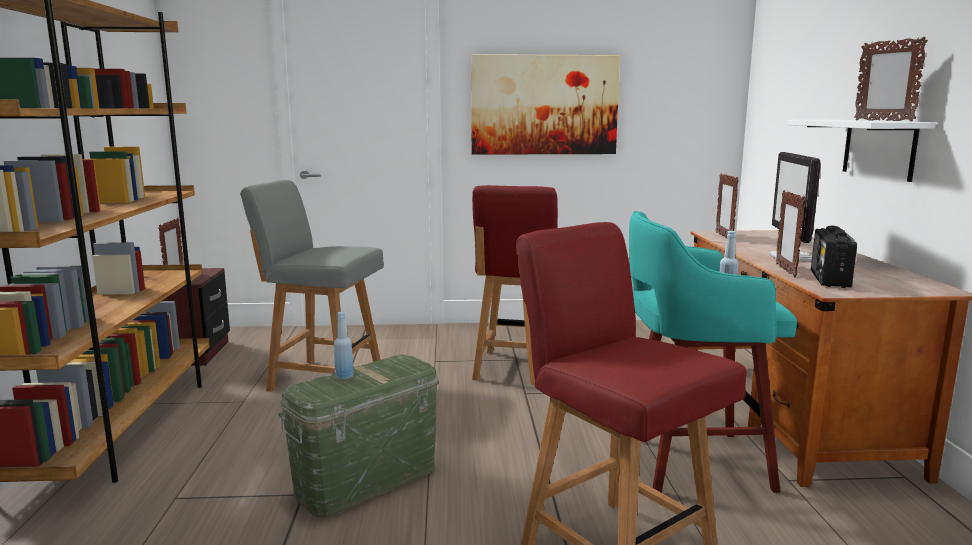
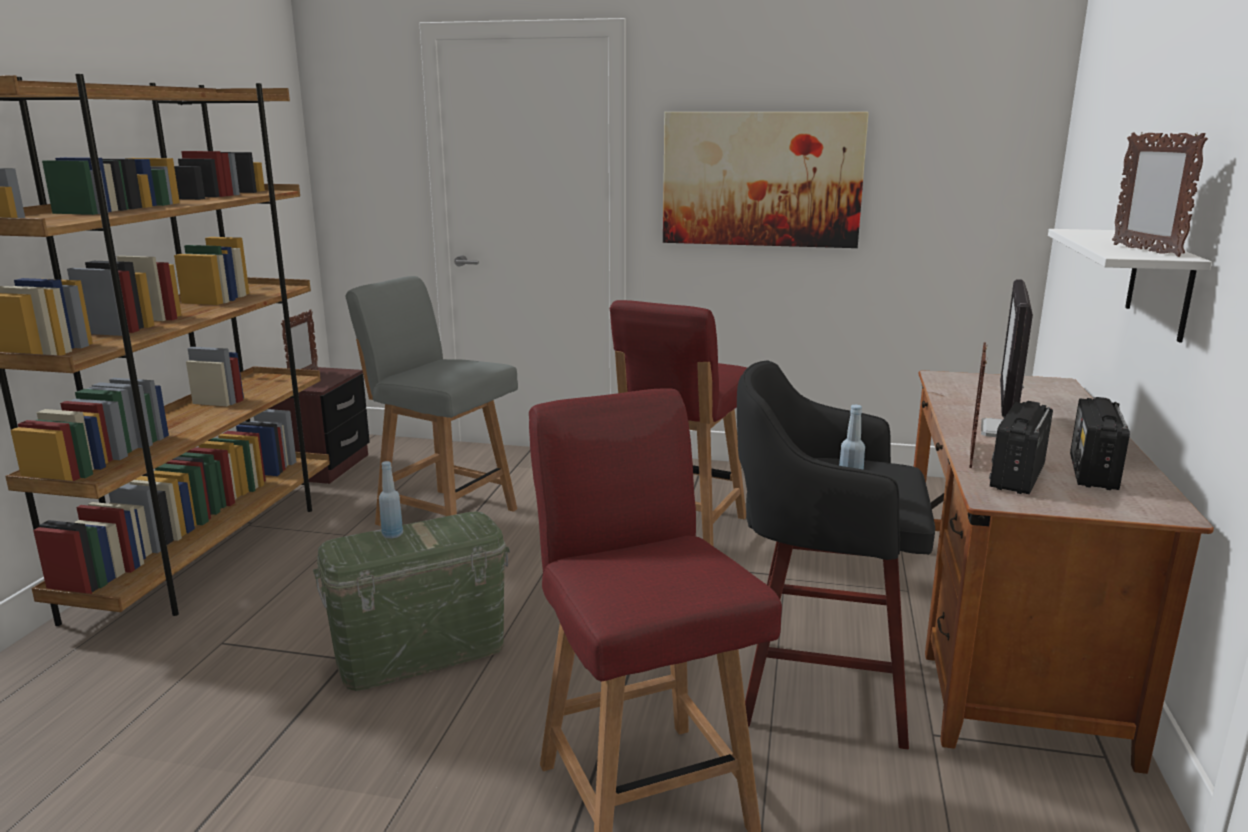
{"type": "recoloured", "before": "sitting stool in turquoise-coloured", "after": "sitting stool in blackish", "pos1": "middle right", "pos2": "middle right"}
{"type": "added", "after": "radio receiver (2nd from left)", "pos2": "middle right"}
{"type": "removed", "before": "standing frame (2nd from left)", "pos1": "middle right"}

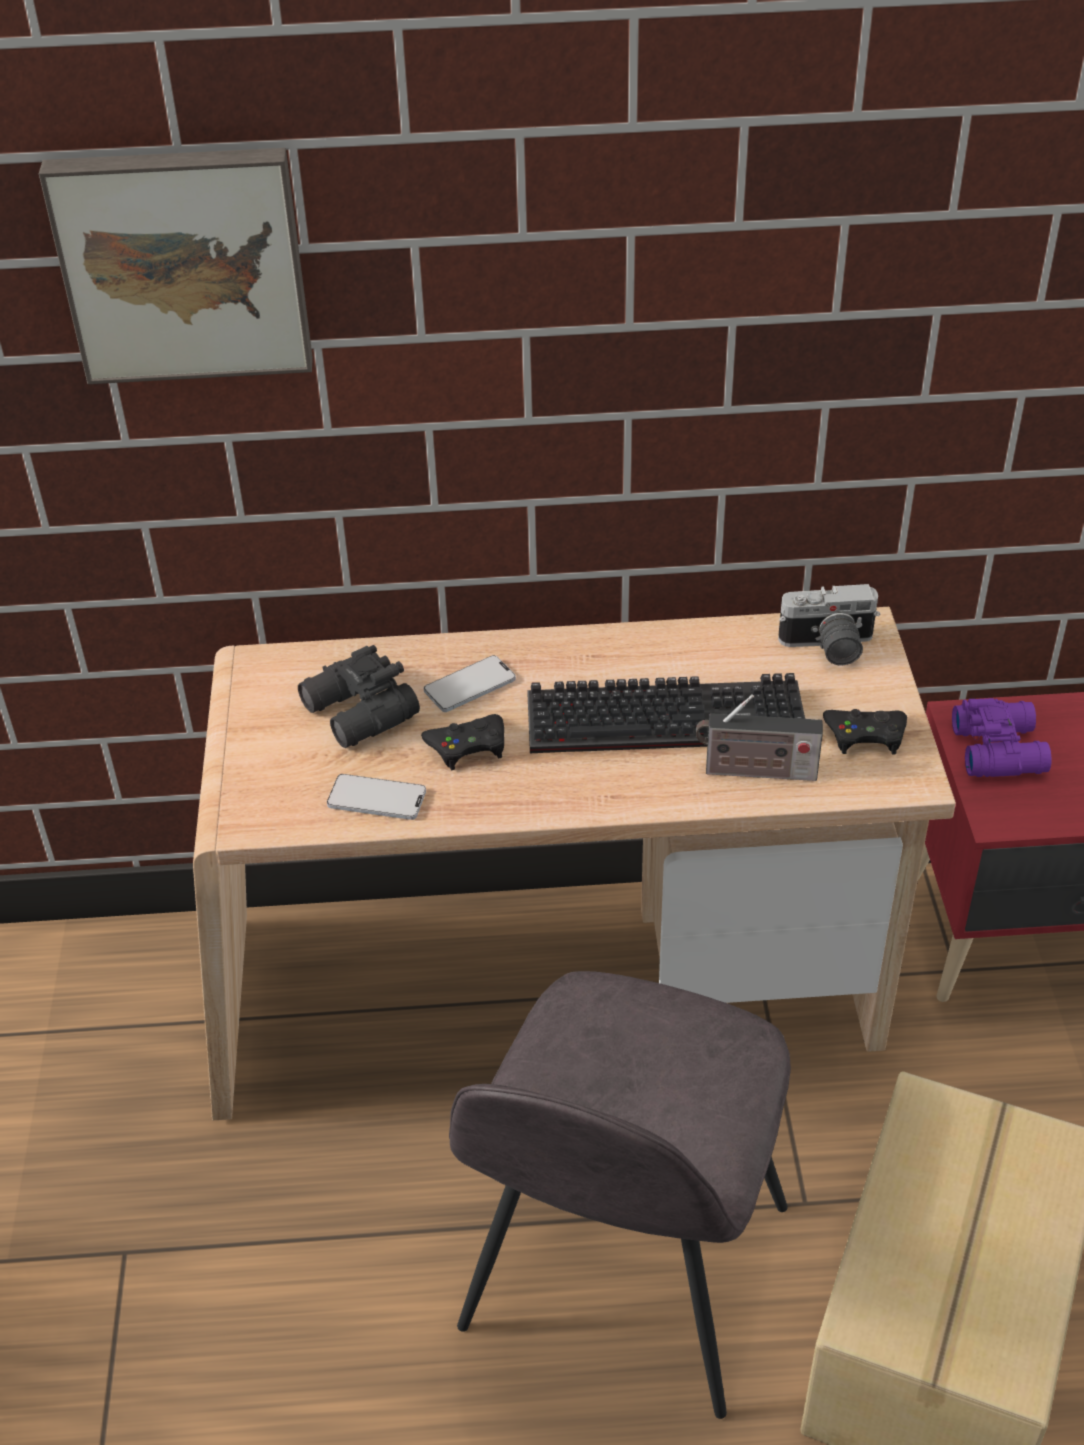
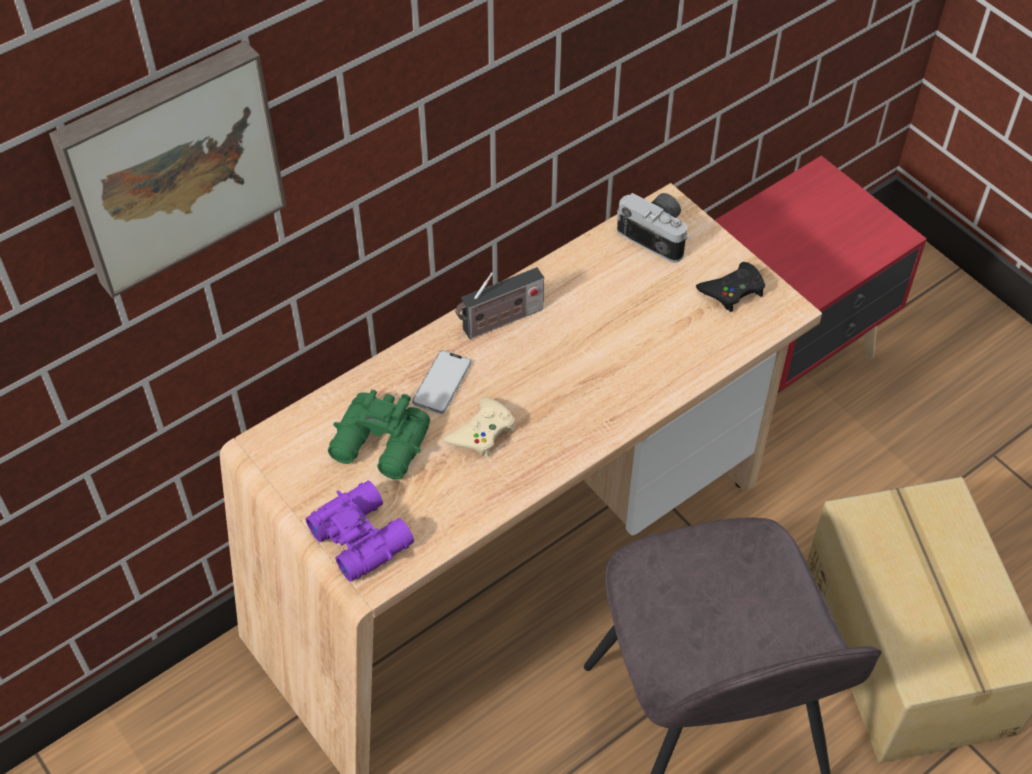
{"type": "moved", "before": "pair of binoculars in purplish", "pos1": "middle right", "pos2": "bottom centre"}
{"type": "recoloured", "before": "pair of binoculars in blackish", "after": "pair of binoculars in green-coloured", "pos1": "middle left", "pos2": "centre"}
{"type": "recoloured", "before": "joypad in blackish (1st from left)", "after": "joypad in beige", "pos1": "centre", "pos2": "centre"}
{"type": "moved", "before": "radio receiver", "pos1": "middle right", "pos2": "centre"}
{"type": "turned", "before": "photo camera", "pos1": "middle right", "pos2": "top centre", "turn": -105}
{"type": "removed", "before": "phone (1st from left)", "pos1": "centre"}
{"type": "removed", "before": "keyboard", "pos1": "centre"}

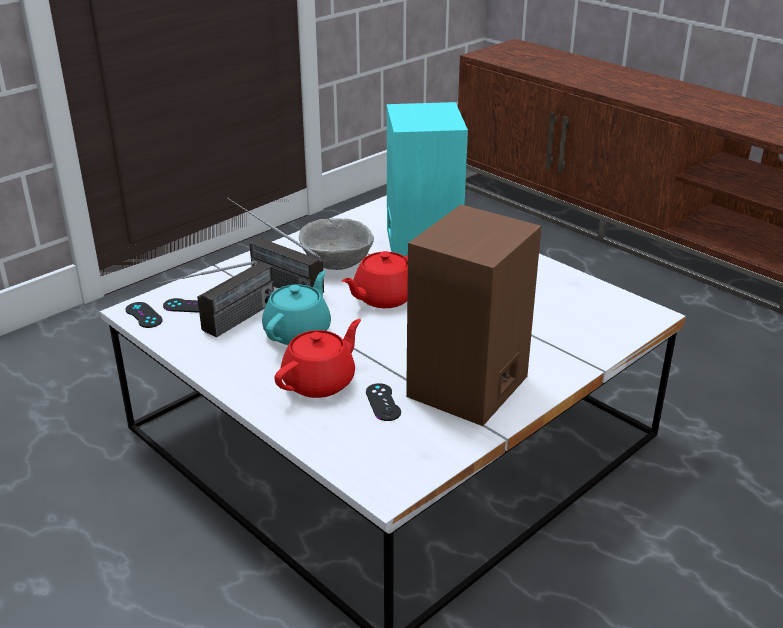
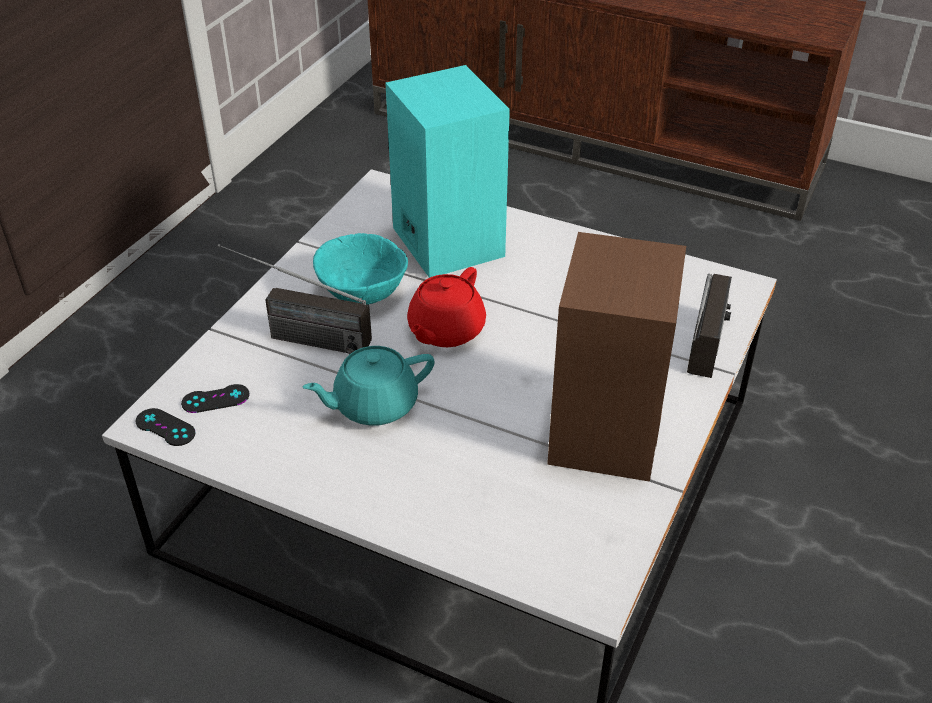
{"type": "turned", "before": "teapot in turquoise-coloured", "pos1": "centre", "pos2": "centre", "turn": -120}
{"type": "recoloured", "before": "deep dish in gray", "after": "deep dish in turquoise-coloured", "pos1": "centre", "pos2": "centre"}
{"type": "moved", "before": "radio receiver (1st from left in the first image)", "after": "radio receiver (2nd from left)", "pos1": "middle left", "pos2": "middle right"}
{"type": "removed", "before": "teapot in red-coloured (1st from left)", "pos1": "centre"}
{"type": "removed", "before": "joypad in blackish (3rd from left)", "pos1": "centre"}

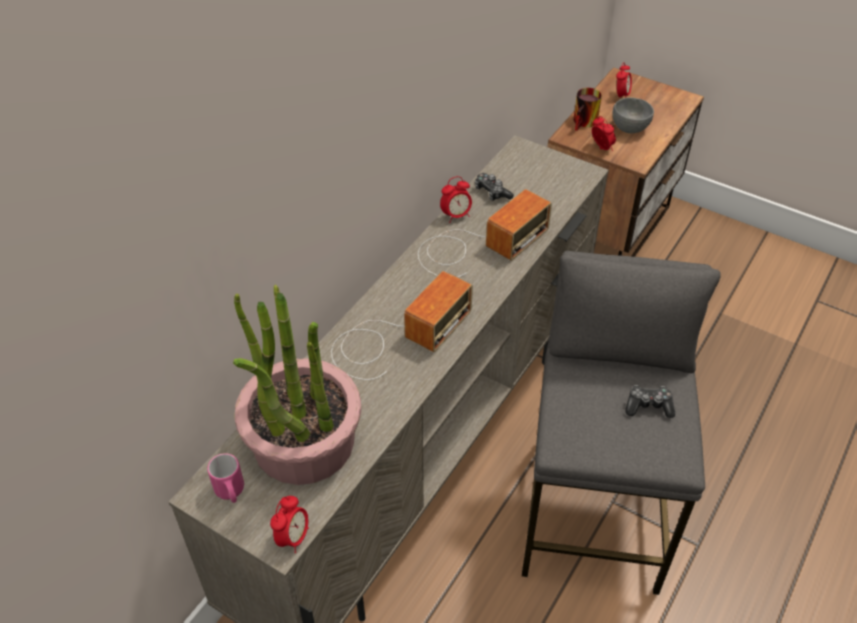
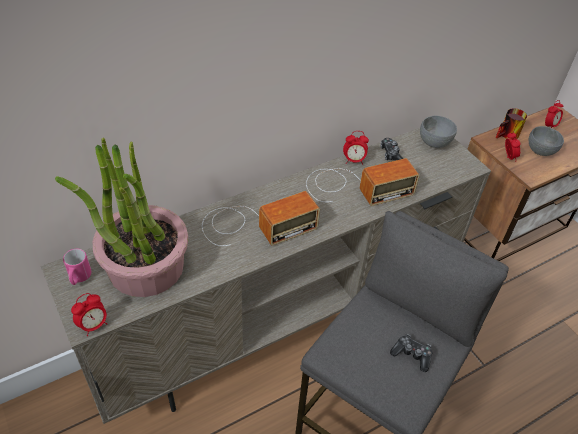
{"type": "added", "after": "deep dish in gray (1st from left)", "pos2": "top right"}

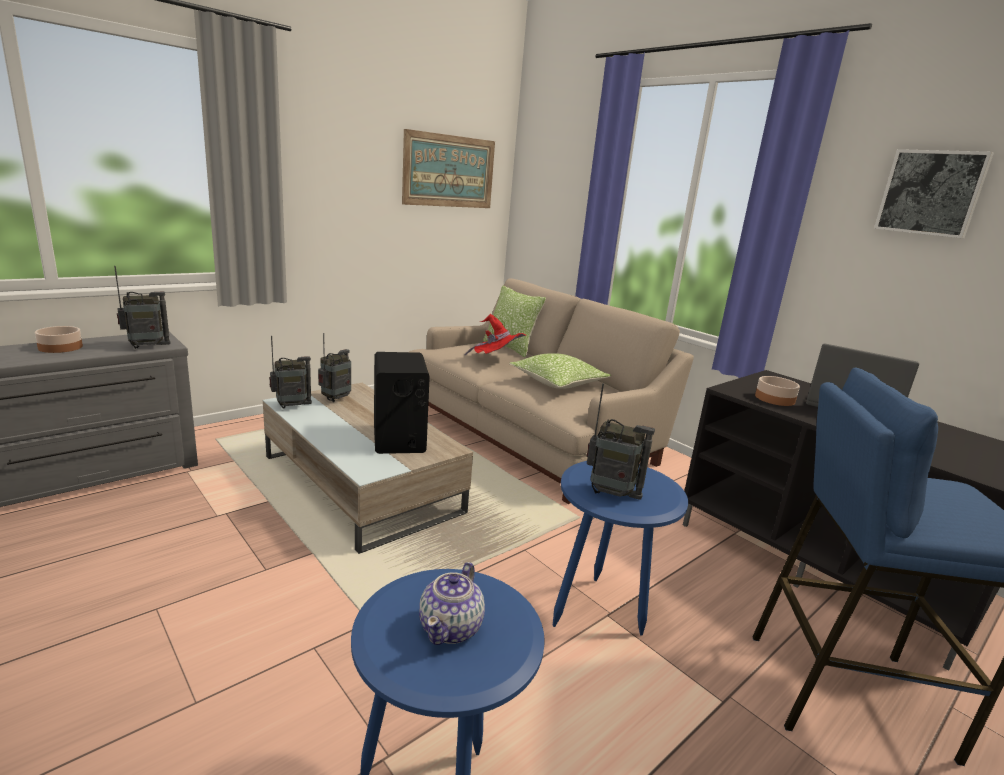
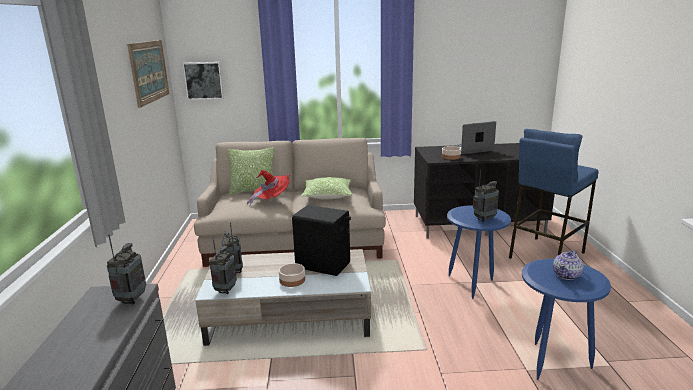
{"type": "moved", "before": "wall picture (2nd from left)", "pos1": "top right", "pos2": "top left"}
{"type": "moved", "before": "deep dish (1st from left)", "pos1": "middle left", "pos2": "bottom centre"}
{"type": "turned", "before": "teapot", "pos1": "bottom centre", "pos2": "bottom right", "turn": 75}

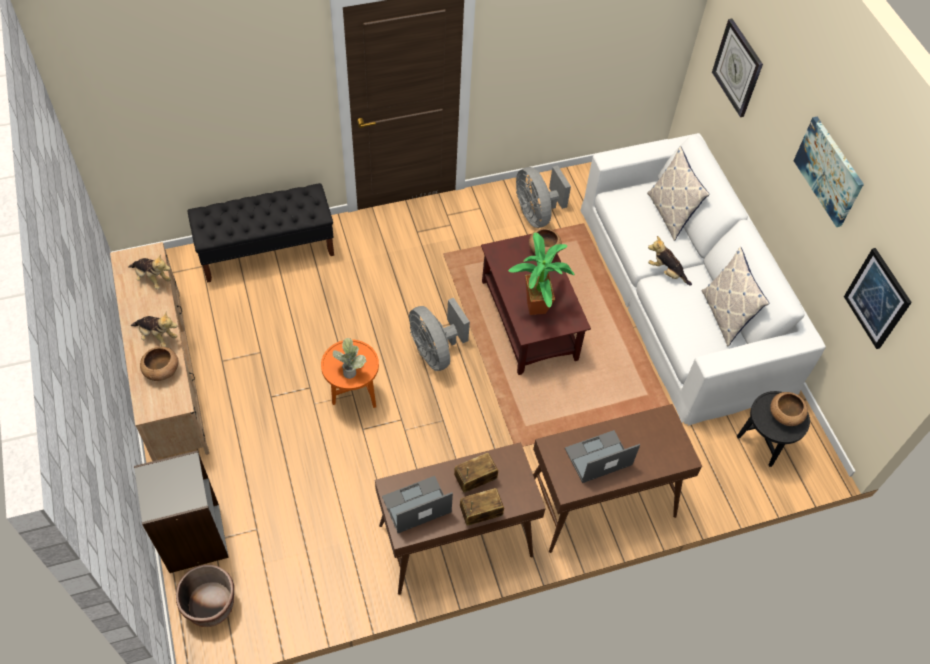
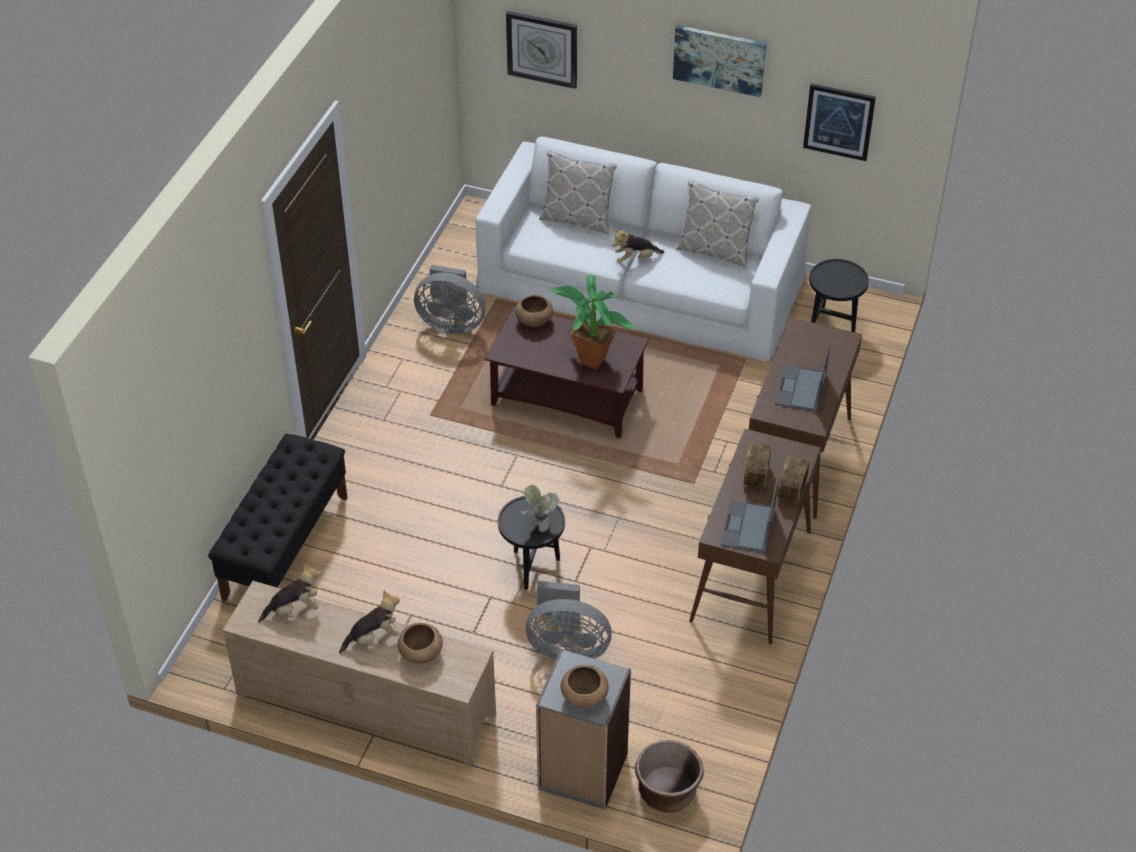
{"type": "recoloured", "before": "side table in orangey", "after": "side table in blackish (1st from left)", "pos1": "centre", "pos2": "centre"}
{"type": "moved", "before": "fan in gray (1st from left in the first image)", "after": "fan in gray (2nd from left)", "pos1": "centre", "pos2": "bottom centre"}
{"type": "moved", "before": "deep dish in brownish (3rd from left)", "pos1": "middle right", "pos2": "bottom centre"}

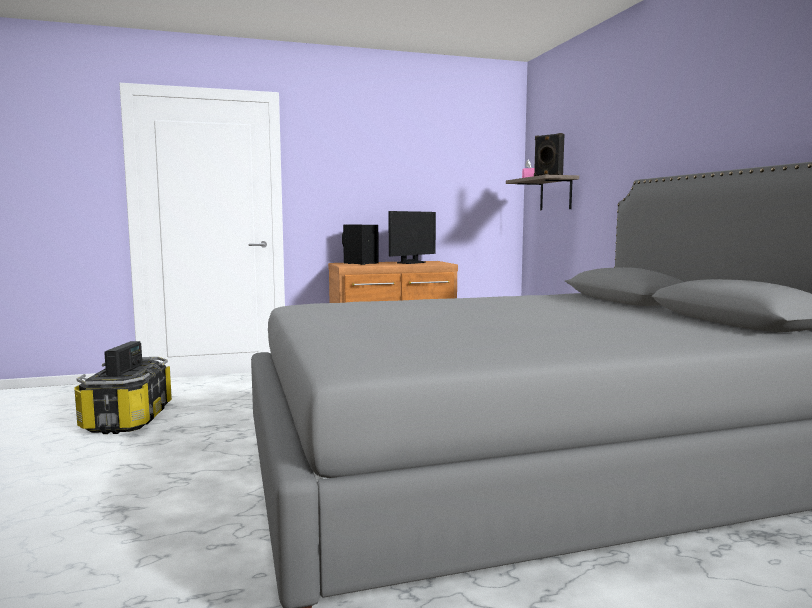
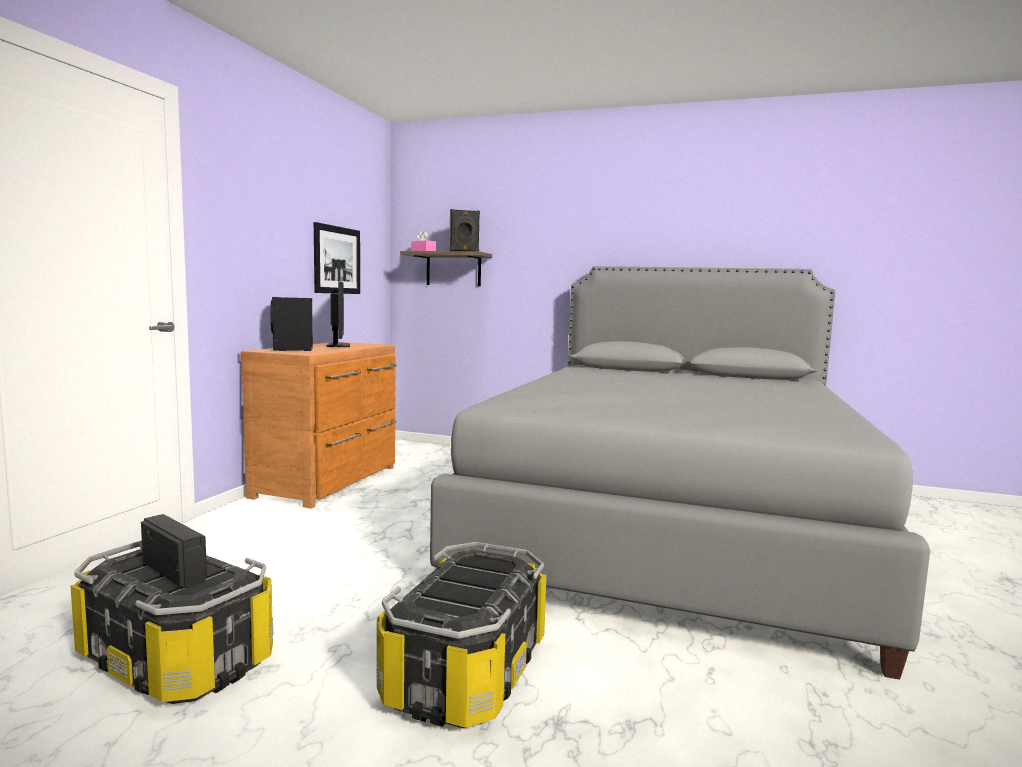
{"type": "added", "after": "wall picture", "pos2": "middle left"}
{"type": "added", "after": "storage bin (2nd from left)", "pos2": "bottom centre"}

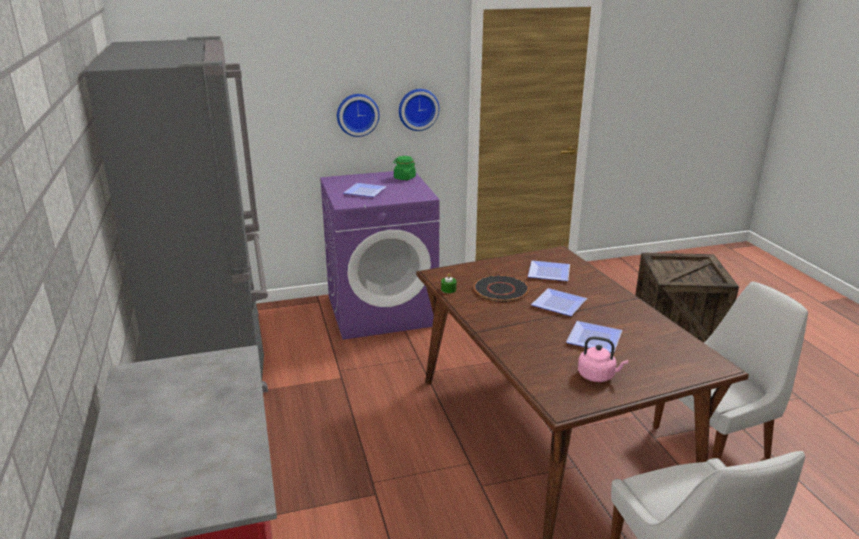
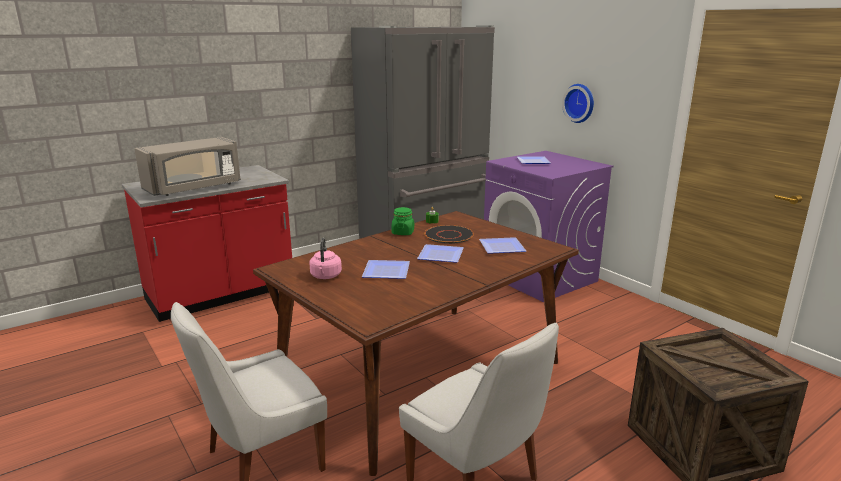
{"type": "added", "after": "kitchen microwave in gray", "pos2": "middle left"}
{"type": "moved", "before": "jar in green-coloured", "pos1": "top centre", "pos2": "centre"}
{"type": "removed", "before": "wall clock (2nd from left)", "pos1": "top centre"}

